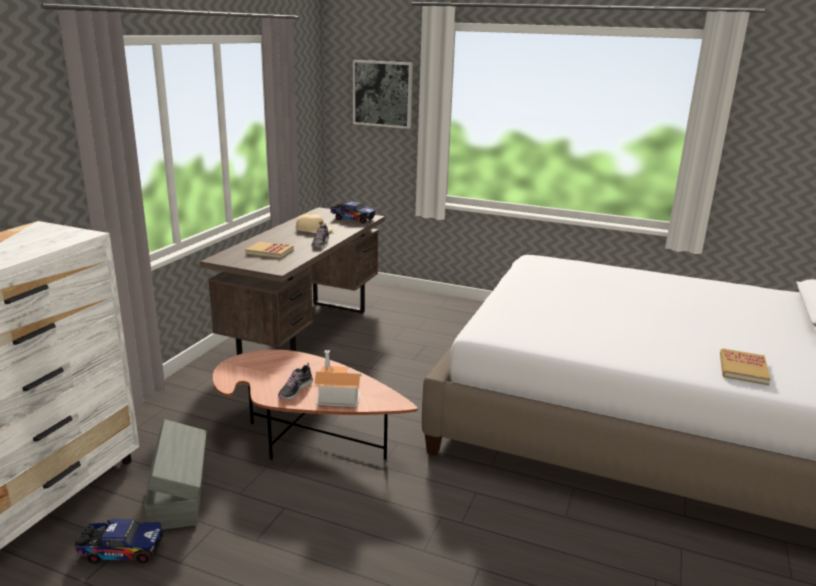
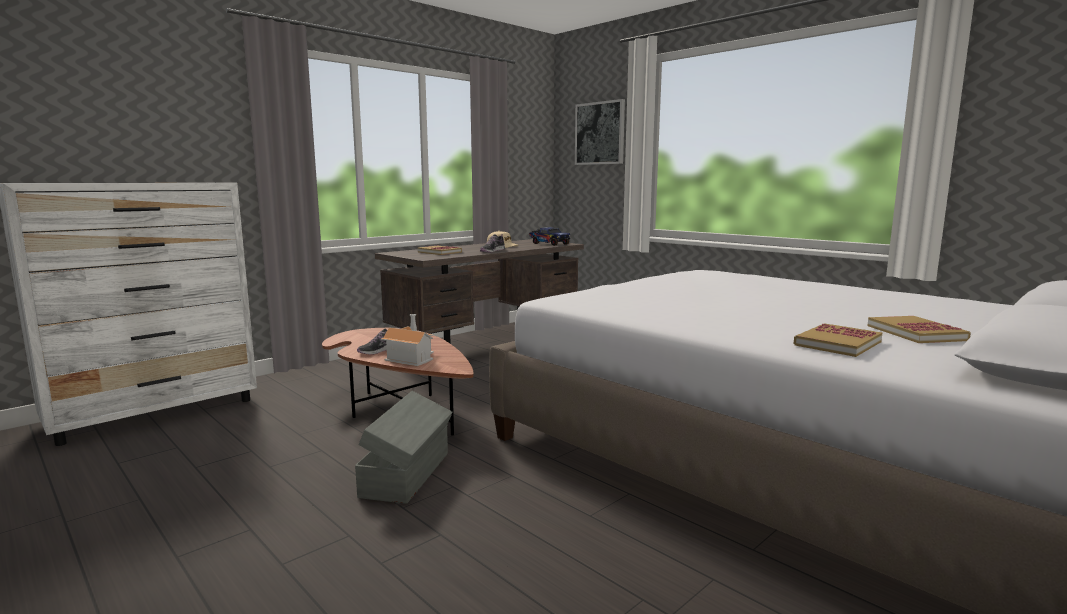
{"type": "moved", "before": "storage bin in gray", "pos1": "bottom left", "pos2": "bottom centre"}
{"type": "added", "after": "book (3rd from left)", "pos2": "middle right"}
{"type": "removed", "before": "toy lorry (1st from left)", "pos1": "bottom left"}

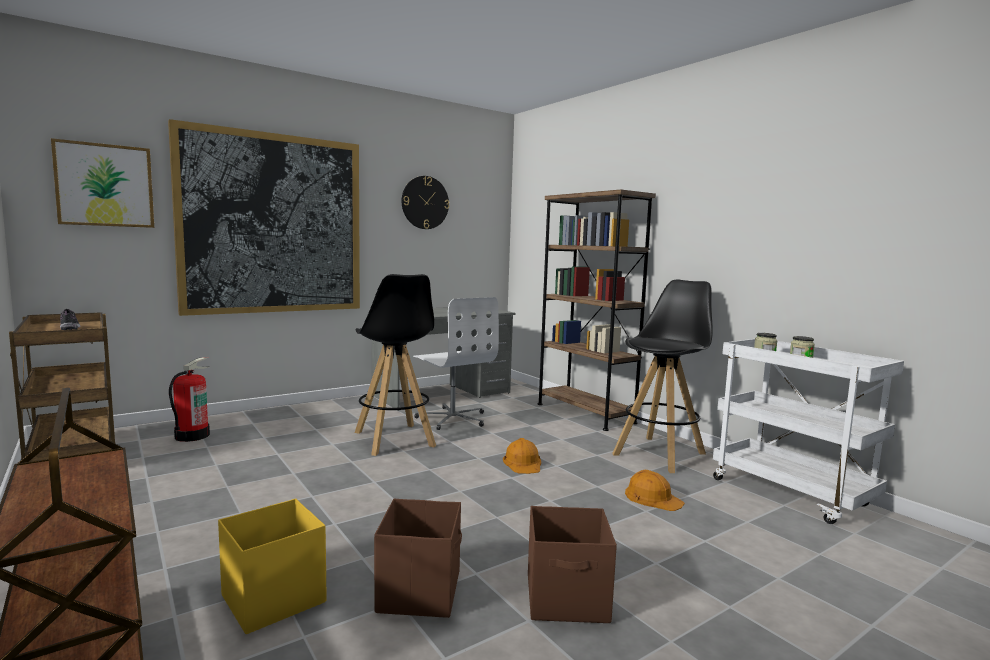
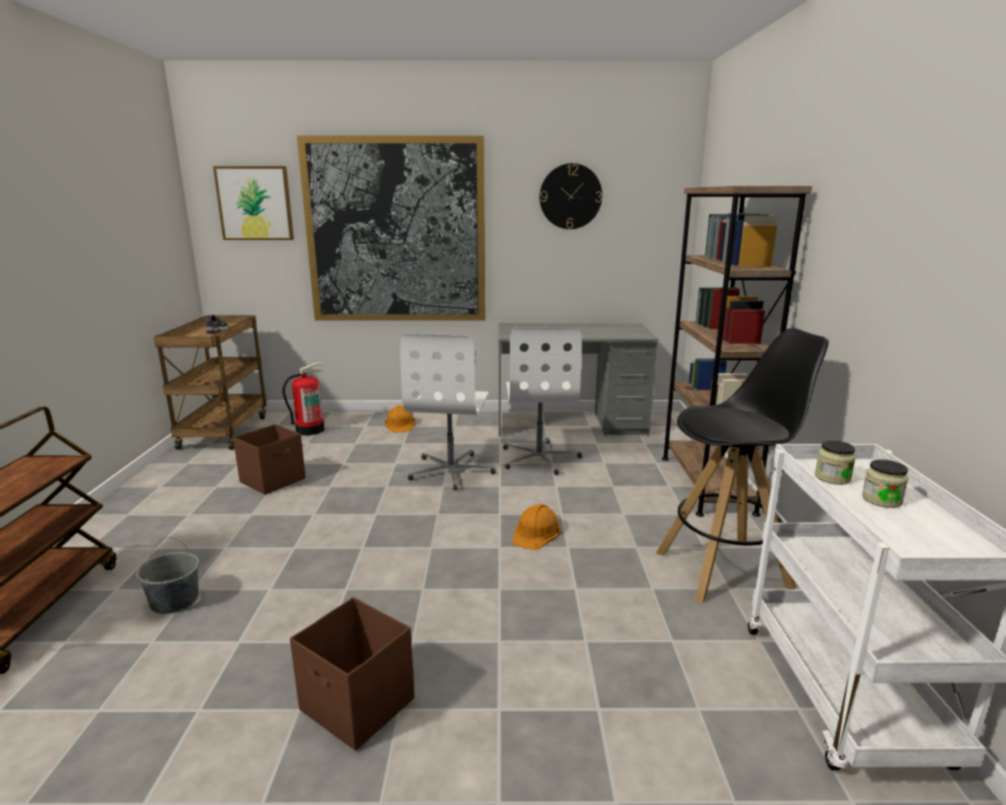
{"type": "replaced", "before": "storage bin in yellow-coloured", "after": "water bucket in gray", "pos1": "bottom left", "pos2": "bottom left"}
{"type": "moved", "before": "storage bin in brownish (1st from left)", "pos1": "bottom centre", "pos2": "middle left"}
{"type": "moved", "before": "work helmet in orangey (2nd from left in the first image)", "after": "work helmet in orangey (1st from left)", "pos1": "bottom centre", "pos2": "centre"}
{"type": "replaced", "before": "sitting stool in blackish (1st from left)", "after": "computer chair in white-coloured (1st from left)", "pos1": "centre", "pos2": "centre"}

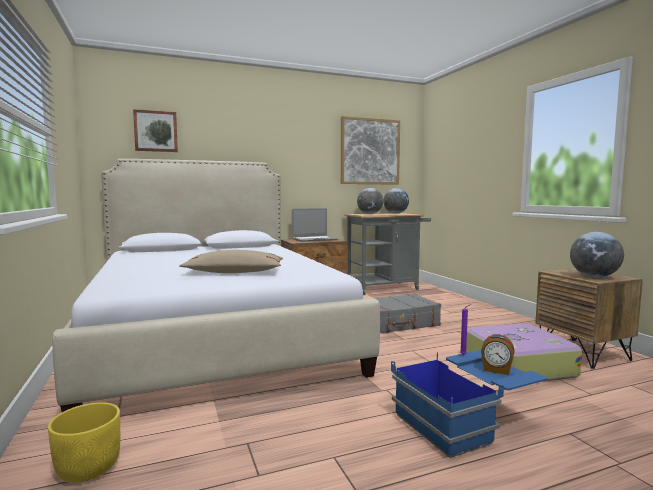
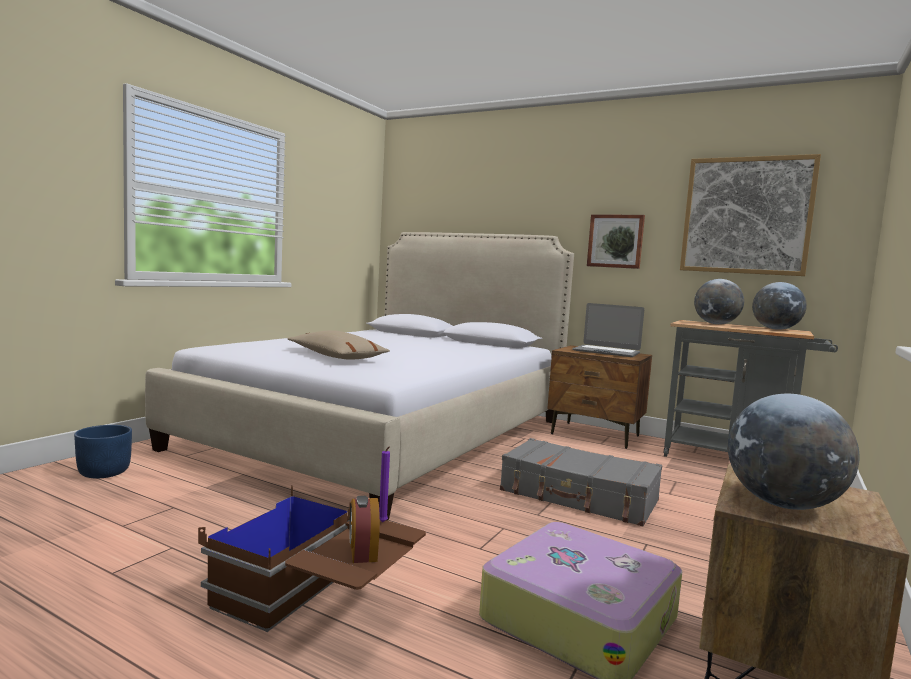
{"type": "recoloured", "before": "planter in yellow-coloured", "after": "planter in blue-coloured", "pos1": "bottom left", "pos2": "middle left"}
{"type": "recoloured", "before": "storage bin in blue-coloured", "after": "storage bin in brownish", "pos1": "bottom right", "pos2": "bottom centre"}
{"type": "moved", "before": "wall picture (1st from left)", "pos1": "top left", "pos2": "middle right"}

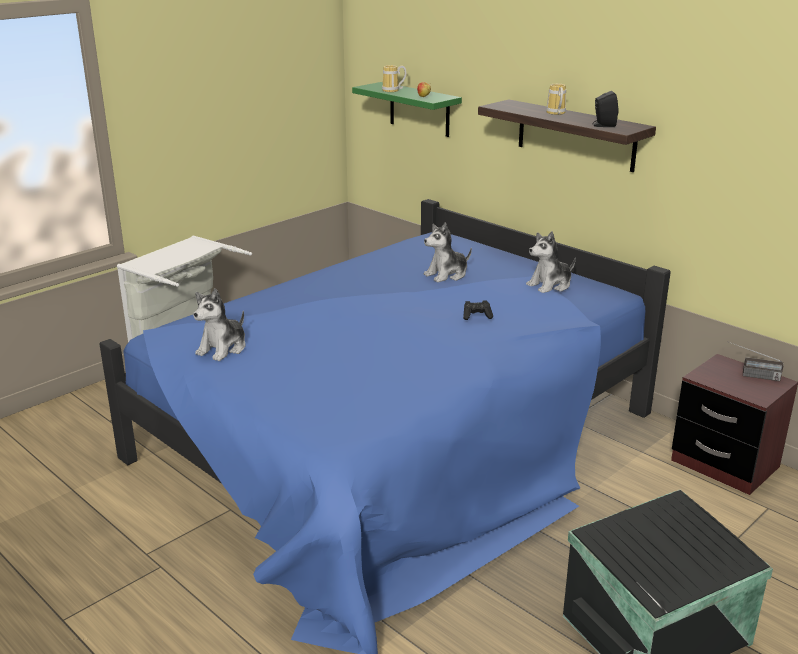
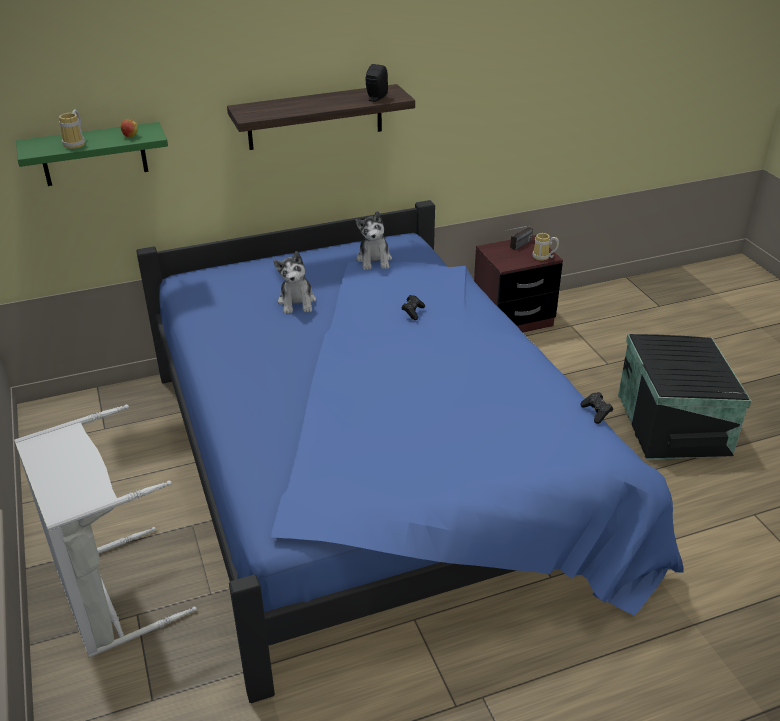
{"type": "moved", "before": "mug (2nd from left)", "pos1": "top right", "pos2": "middle right"}
{"type": "added", "after": "joypad in blackish (2nd from left)", "pos2": "middle right"}
{"type": "removed", "before": "cuddly toy (1st from left)", "pos1": "middle left"}

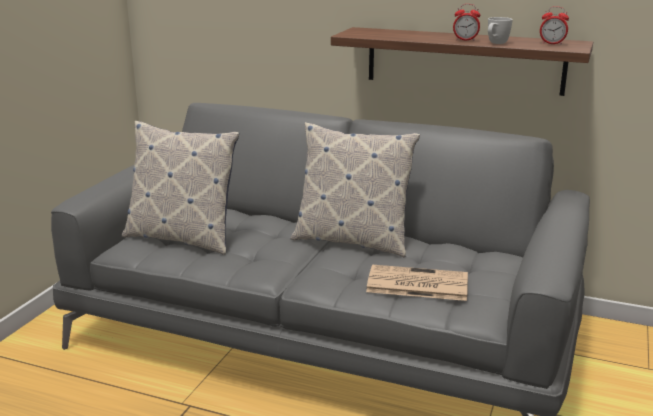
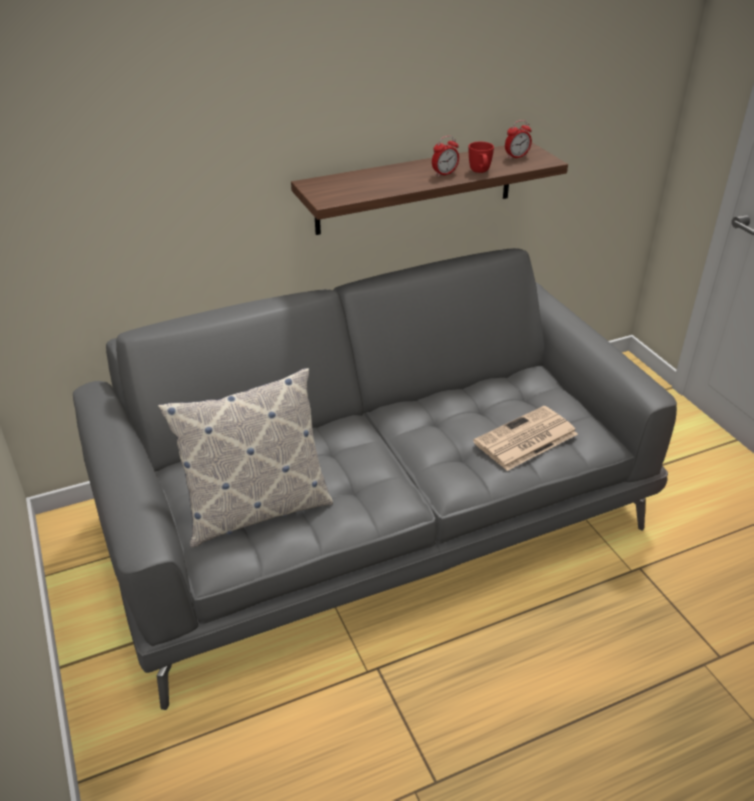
{"type": "recoloured", "before": "mug in white-coloured", "after": "mug in red-coloured", "pos1": "top right", "pos2": "top centre"}
{"type": "removed", "before": "throw pillow (2nd from left)", "pos1": "centre"}

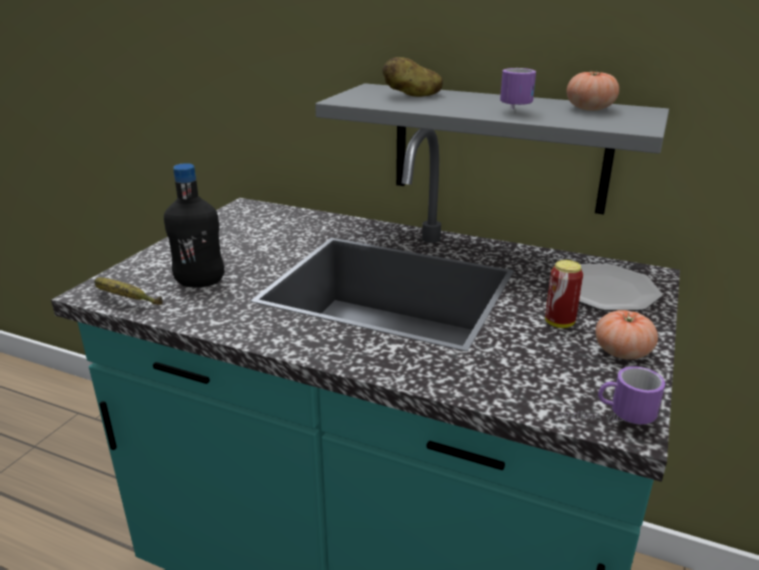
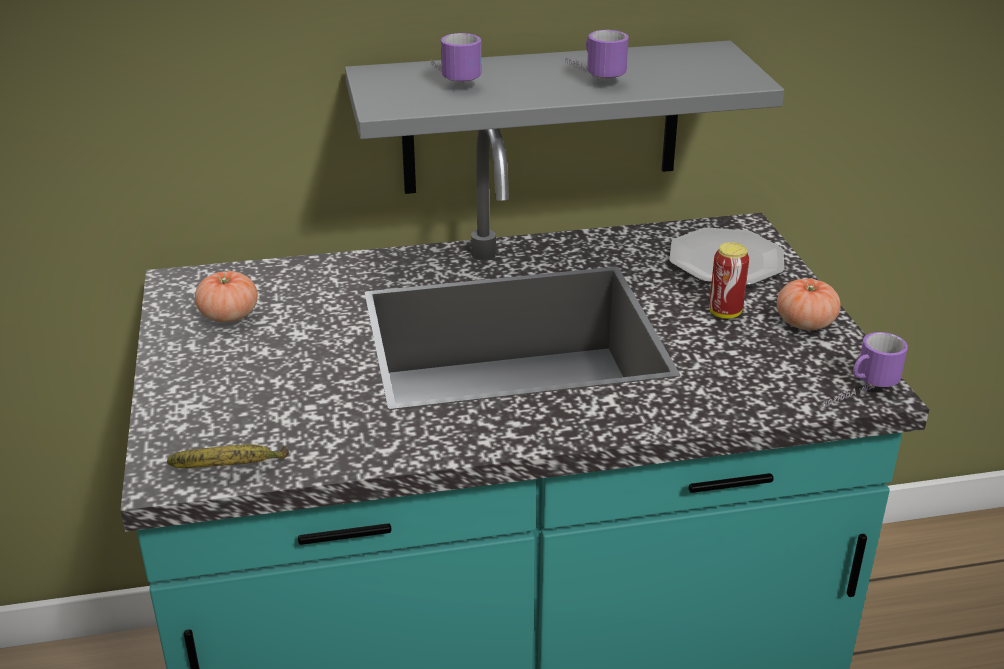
{"type": "moved", "before": "tomato (1st from left)", "pos1": "top right", "pos2": "middle left"}
{"type": "replaced", "before": "spud", "after": "mug (1st from left)", "pos1": "top centre", "pos2": "top centre"}
{"type": "removed", "before": "bottle in blackish", "pos1": "middle left"}

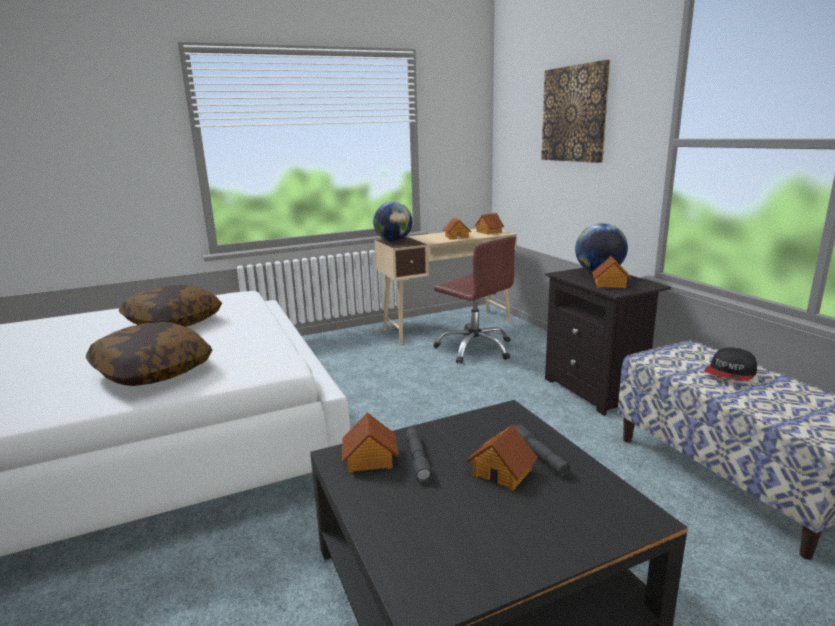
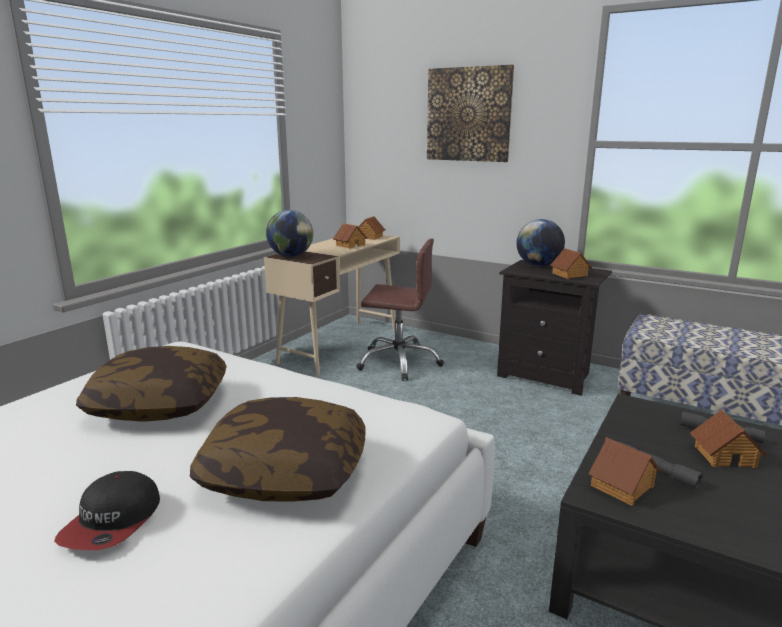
{"type": "moved", "before": "peaked cap", "pos1": "middle right", "pos2": "bottom left"}

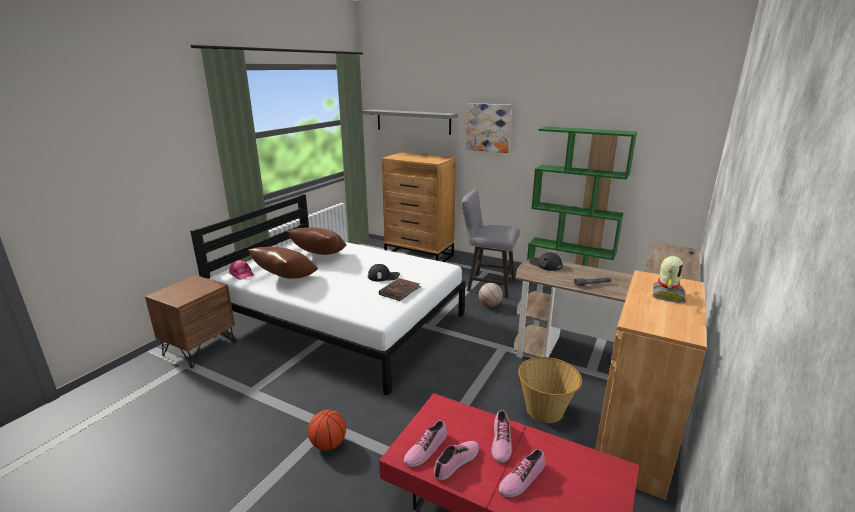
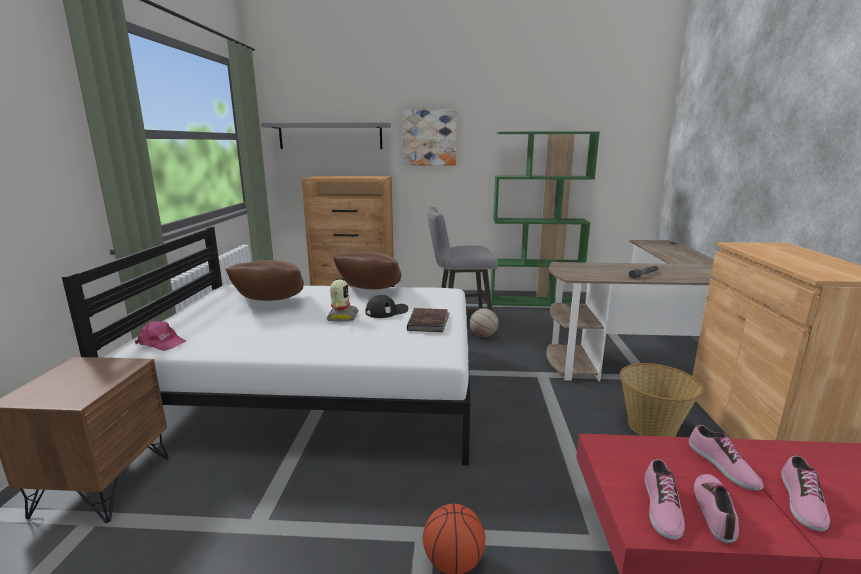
{"type": "moved", "before": "model robot", "pos1": "middle right", "pos2": "centre"}
{"type": "moved", "before": "throw pillow in brownish (1st from left in the first image)", "after": "throw pillow in brownish (2nd from left)", "pos1": "middle left", "pos2": "centre"}
{"type": "removed", "before": "peaked cap in blackish (2nd from left)", "pos1": "centre"}

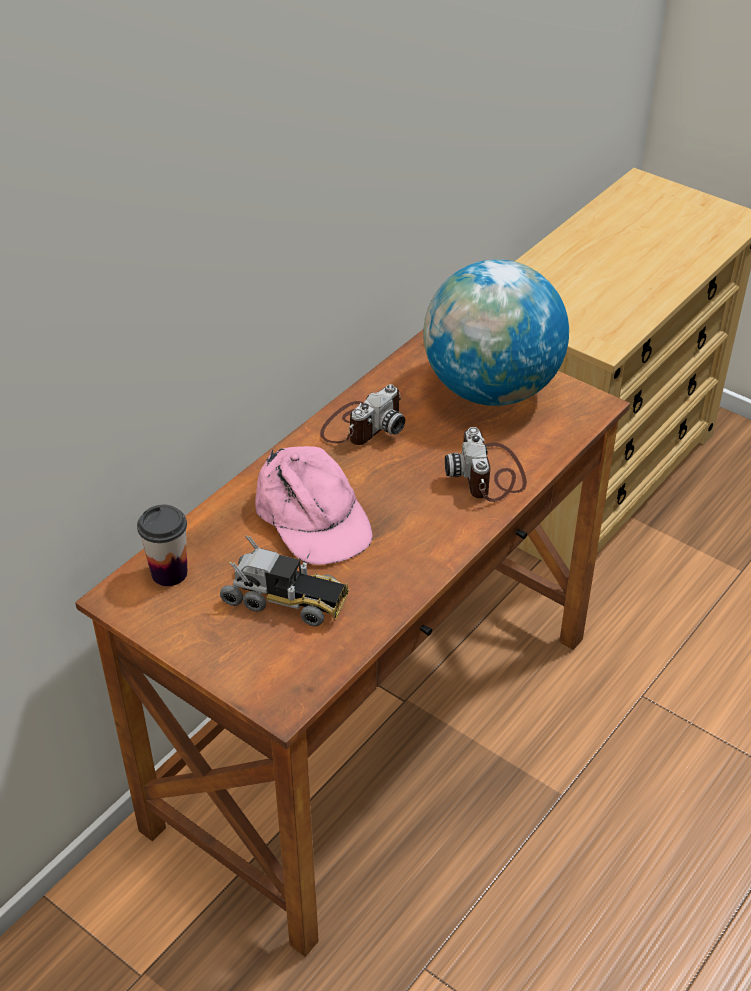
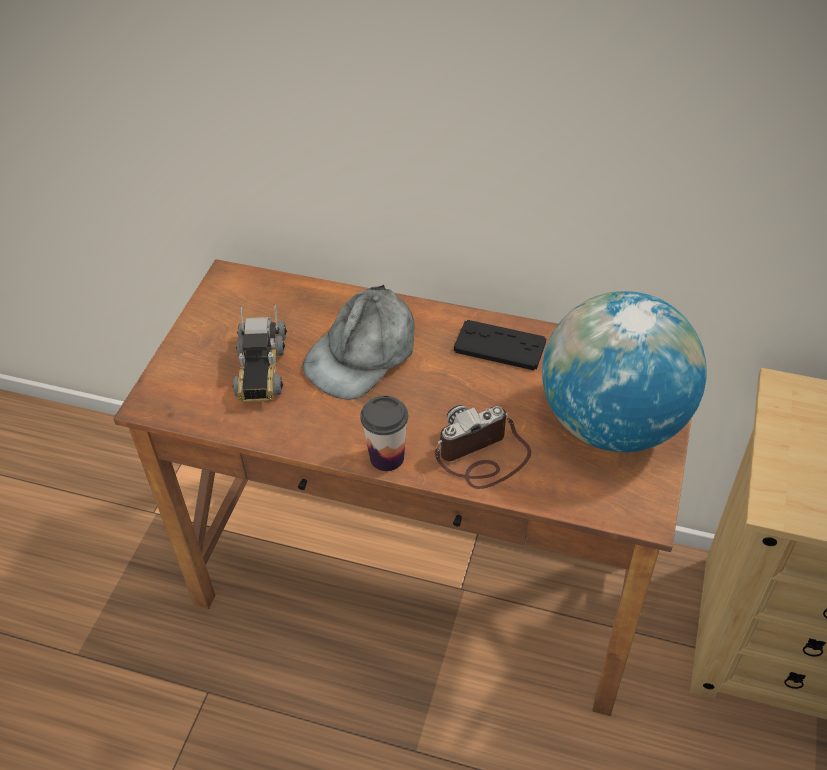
{"type": "recoloured", "before": "peaked cap in pink", "after": "peaked cap in gray", "pos1": "centre", "pos2": "centre"}
{"type": "moved", "before": "drinking cup", "pos1": "middle left", "pos2": "centre"}
{"type": "replaced", "before": "photo camera (1st from left)", "after": "joypad in blackish", "pos1": "centre", "pos2": "centre"}

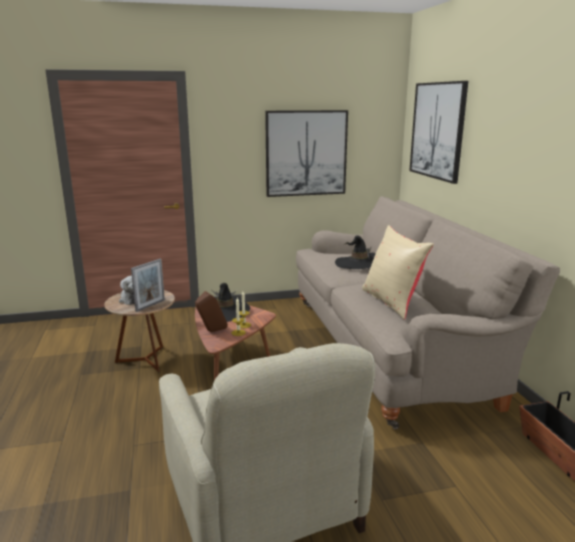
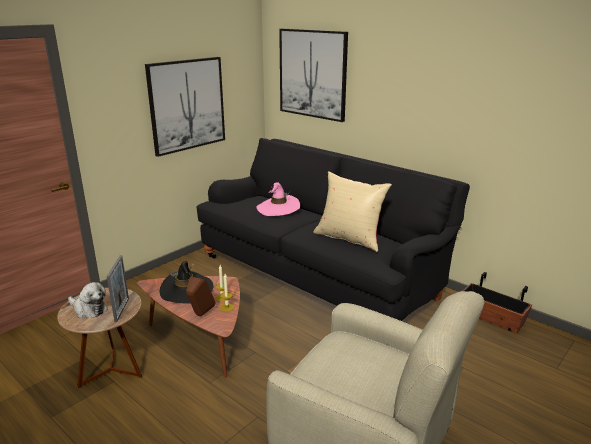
{"type": "recoloured", "before": "sofa in beige", "after": "sofa in blackish", "pos1": "middle right", "pos2": "centre"}
{"type": "recoloured", "before": "clothing hat in blackish (2nd from left)", "after": "clothing hat in pink", "pos1": "centre", "pos2": "centre"}

